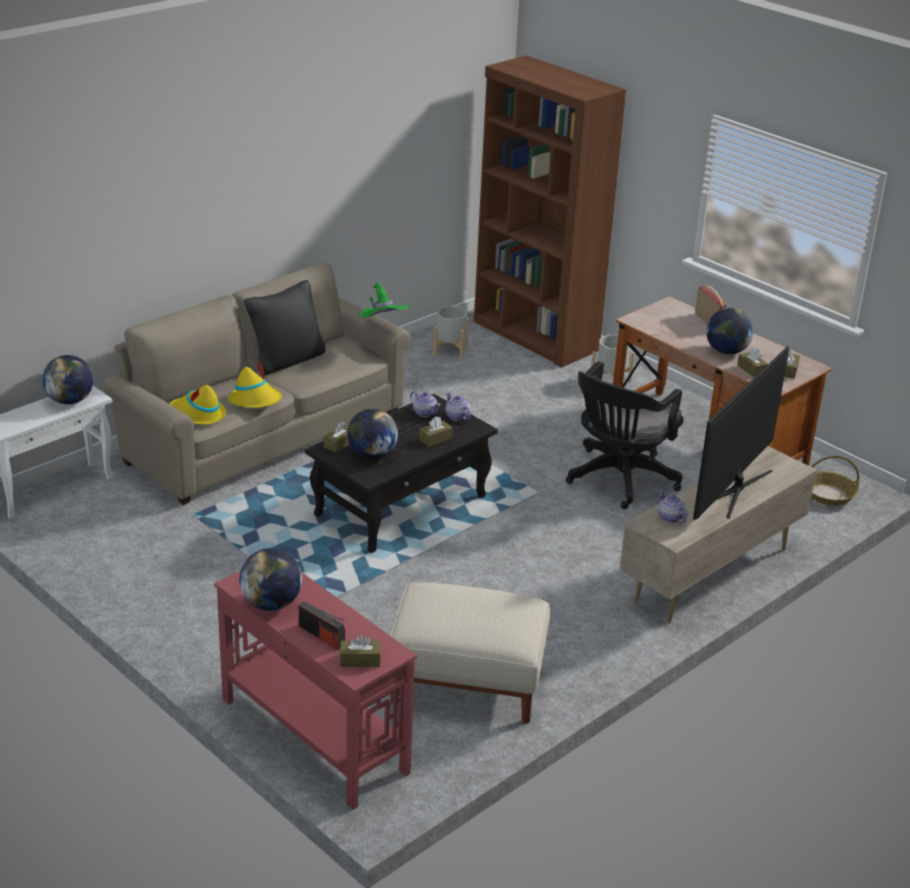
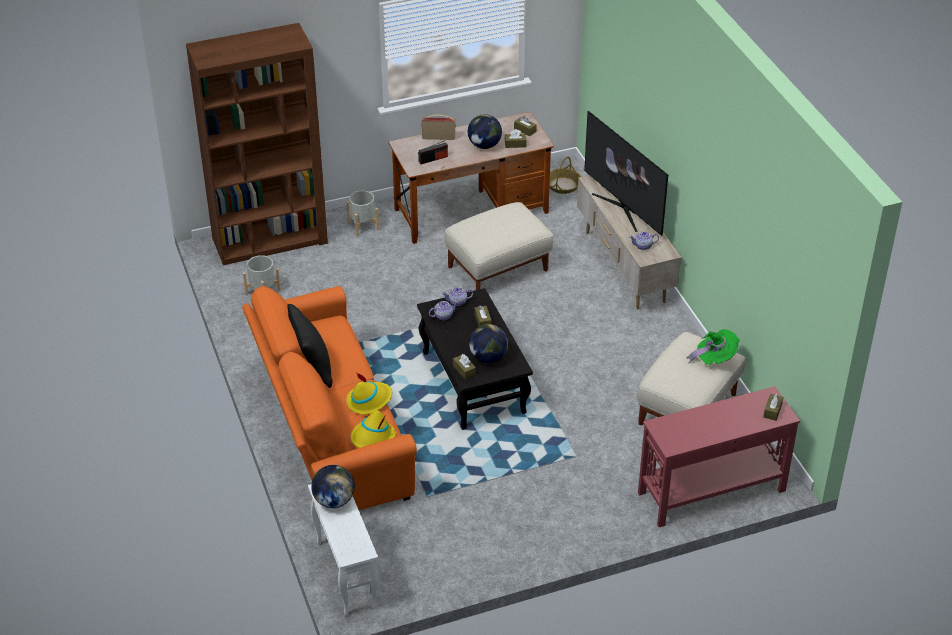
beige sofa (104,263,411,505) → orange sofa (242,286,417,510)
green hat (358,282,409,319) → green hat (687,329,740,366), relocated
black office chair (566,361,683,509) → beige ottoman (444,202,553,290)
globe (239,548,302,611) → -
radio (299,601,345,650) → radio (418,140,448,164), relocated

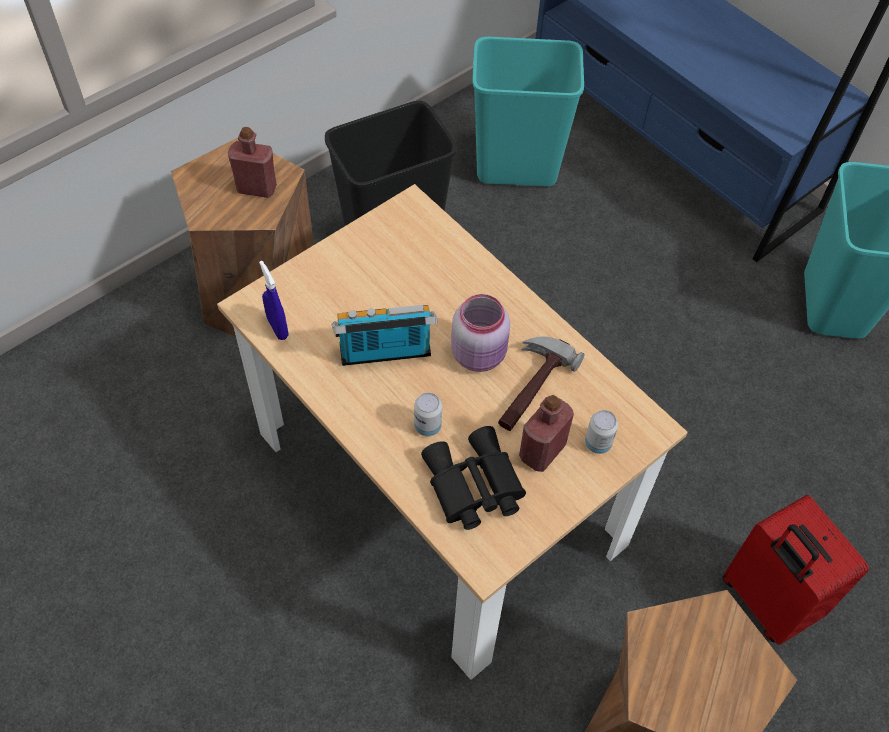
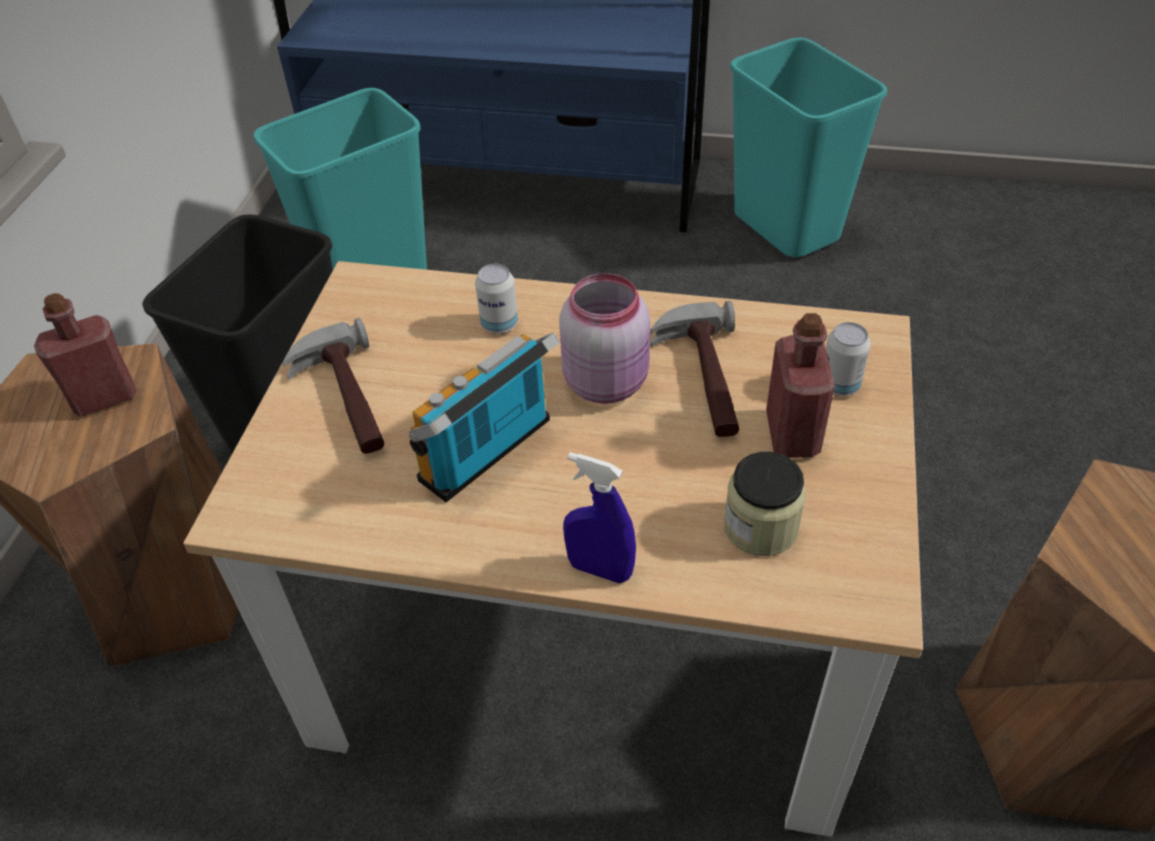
blue spray bottle (259,261,288,340) → blue spray bottle (563,452,636,583), relocated
can (414,393,442,436) → can (475,264,518,334), relocated
black binoculars (421,426,526,530) → jar (724,452,806,556)
red suitcase (723,495,869,645) → -
- → hammer (283,318,384,454)

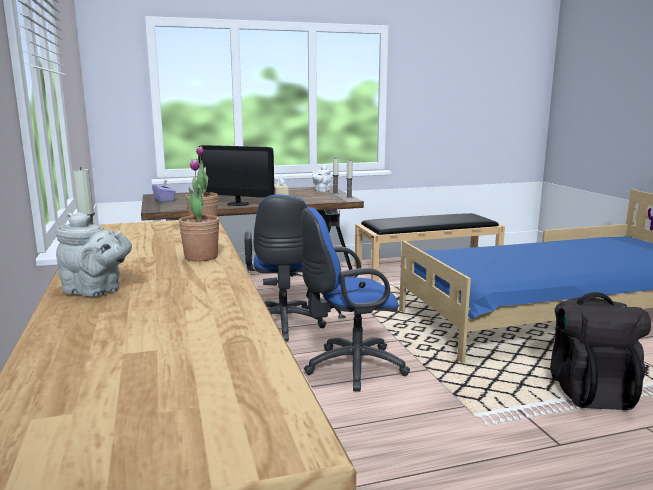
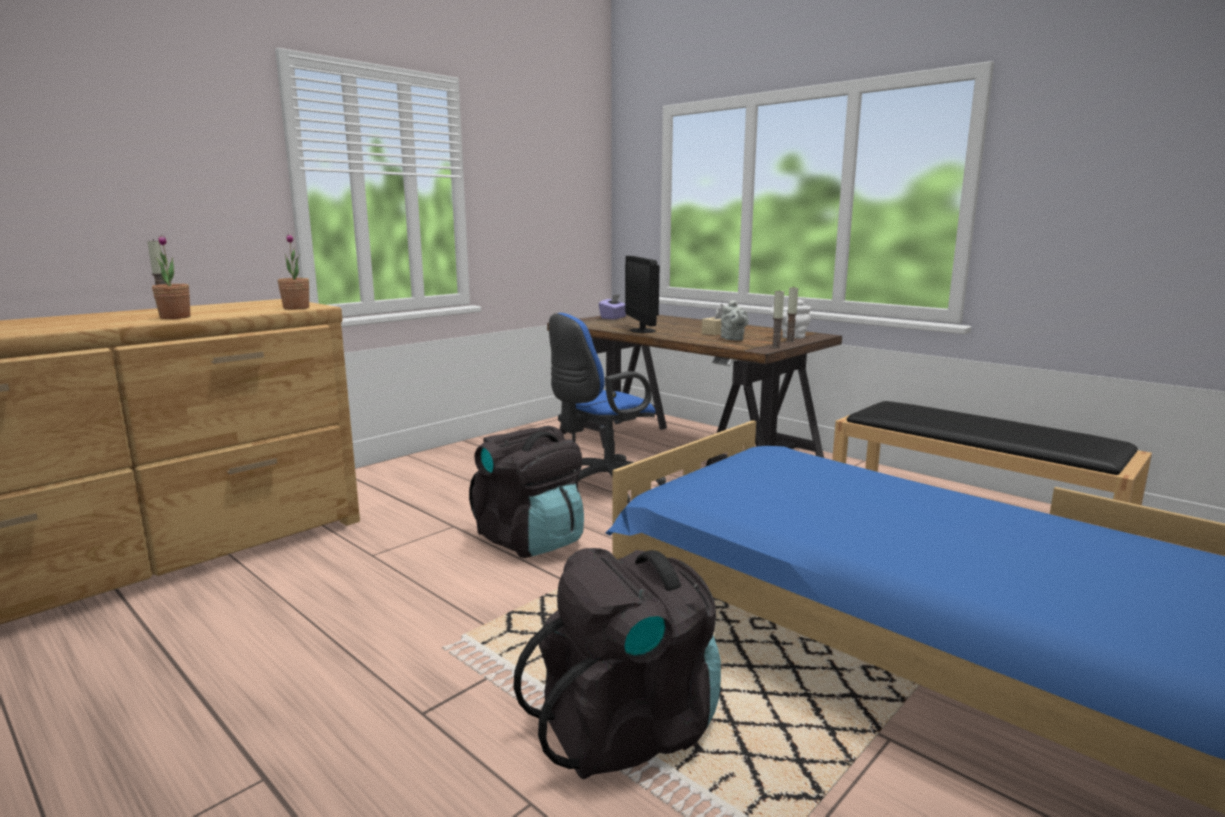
blue office chair (301,207,410,392) → black backpack (469,426,584,558)
grey teapot (55,212,132,297) → grey teapot (721,300,748,341), relocated

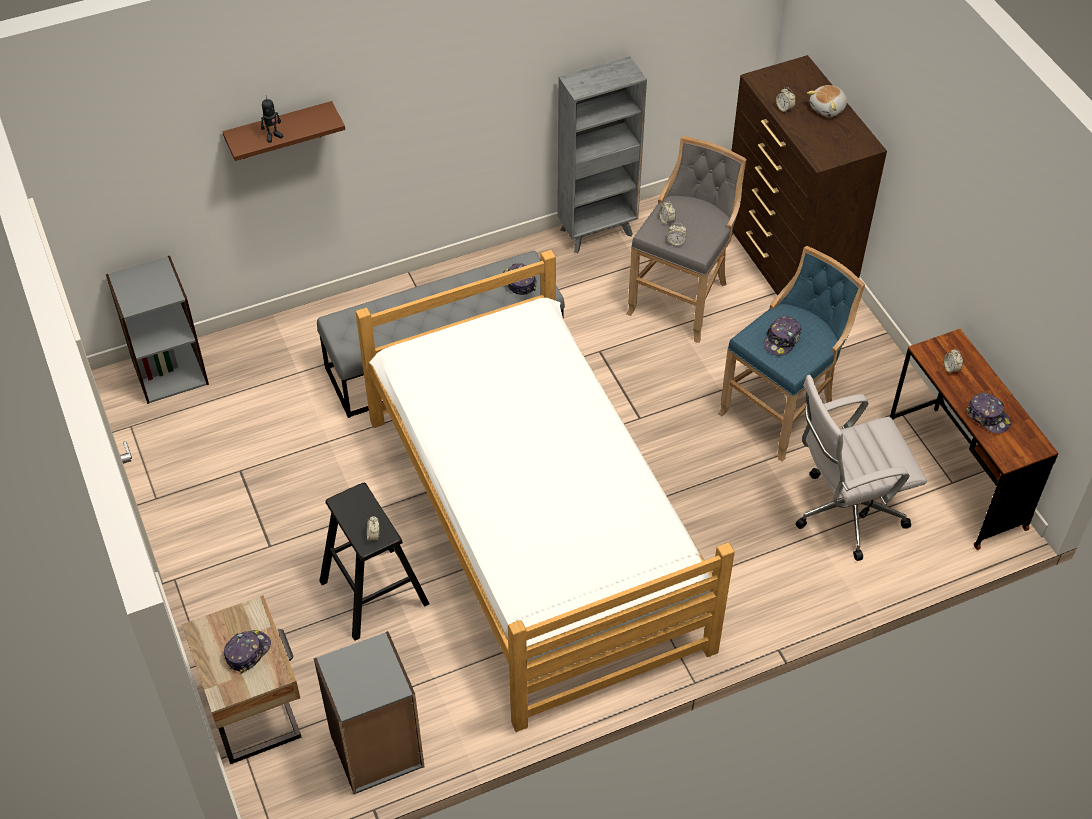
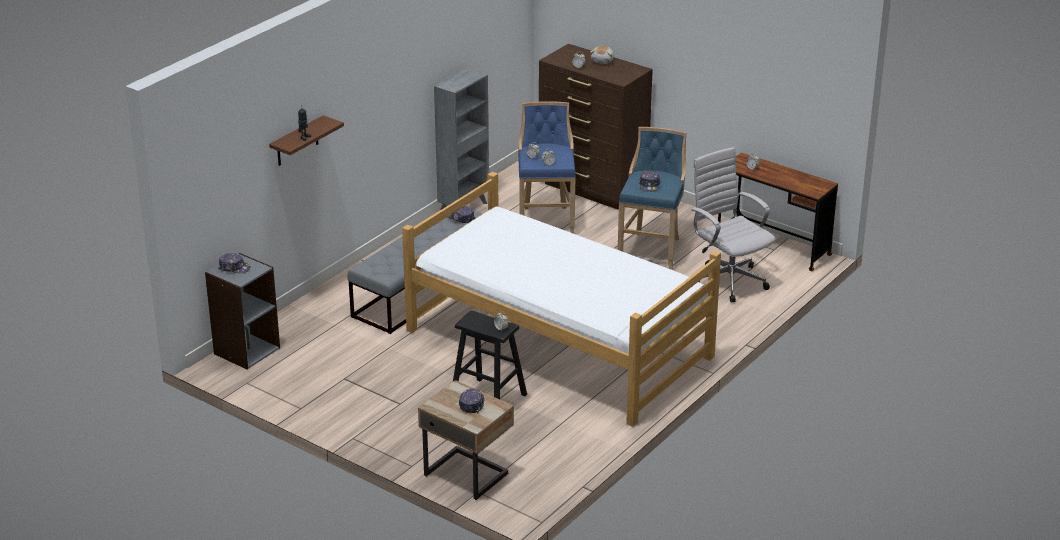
grey stool (627,136,747,343) → blue stool (519,101,576,234)
white office chair (796,375,927,561) → white office chair (691,147,776,302), 105 degrees clockwise
cap (966,393,1011,434) → cap (218,253,250,273), relocated
grey bookcase (314,631,425,794) → -

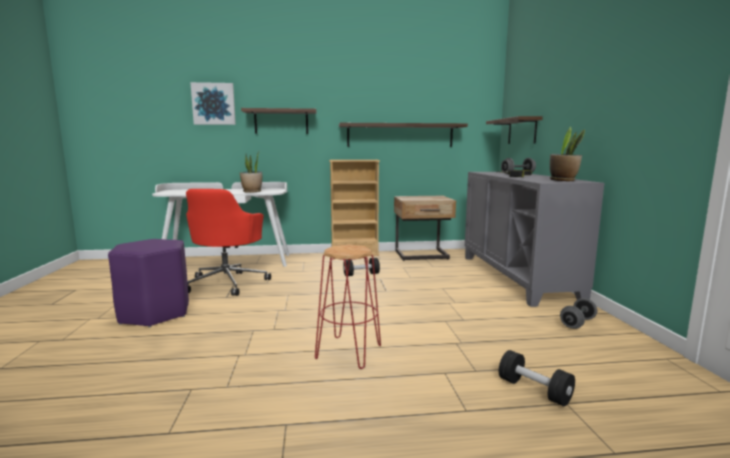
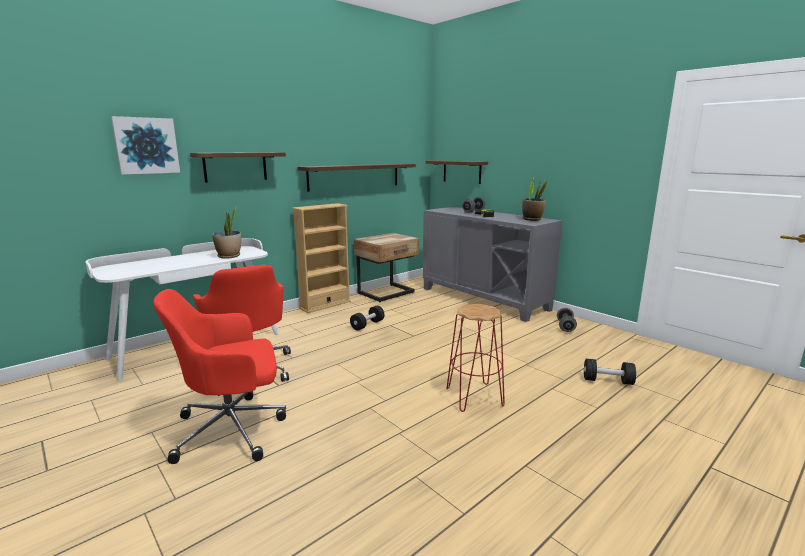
purple stool (108,239,189,327) → red office chair (153,289,286,464)

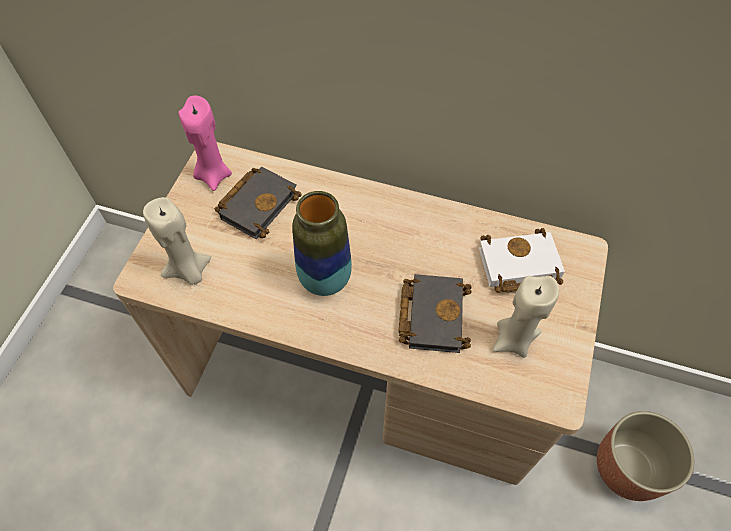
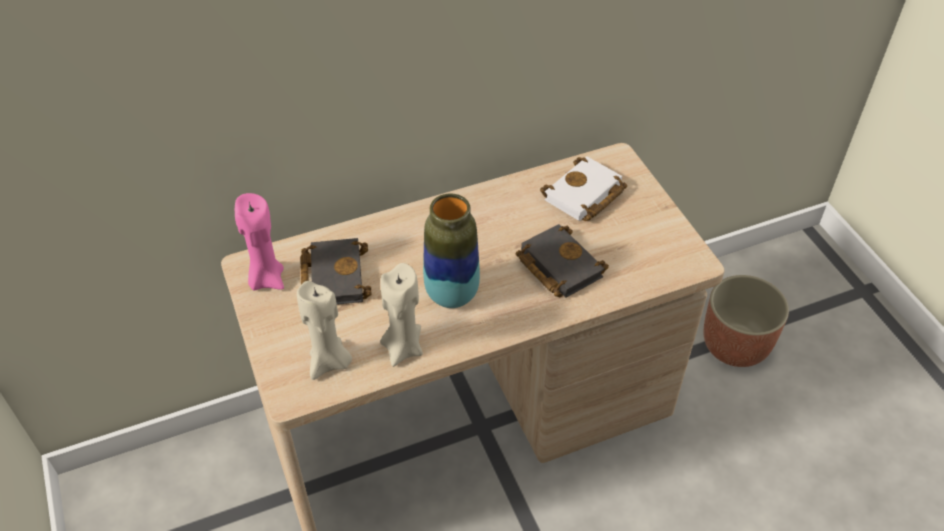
beige candle (493,276,559,358) → beige candle (380,263,423,367), relocated

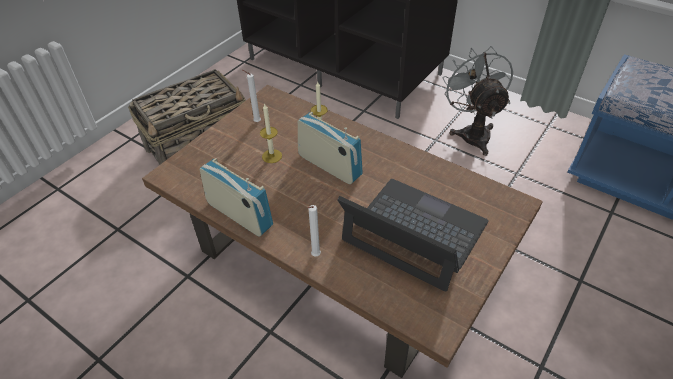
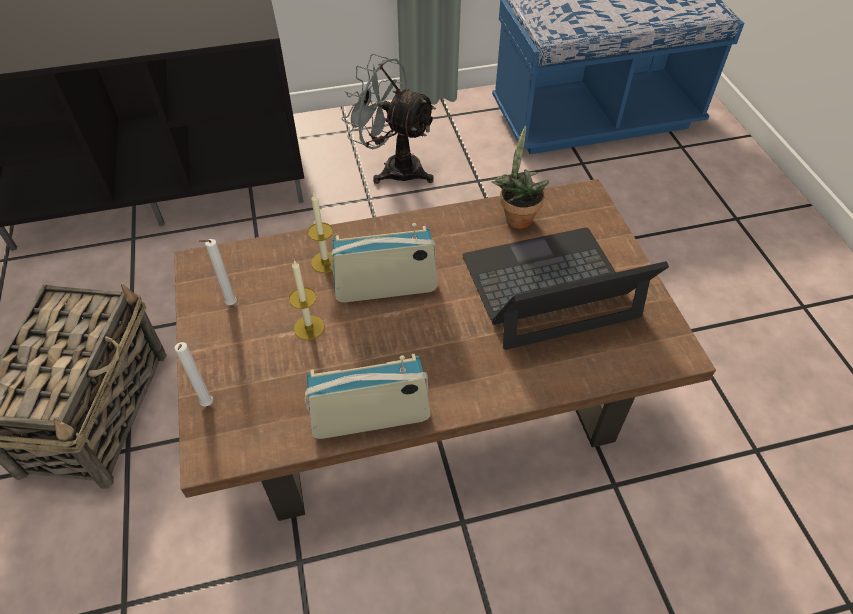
white candle (307,205,321,257) → white candle (175,342,213,406), relocated
- → potted plant (492,126,549,229)

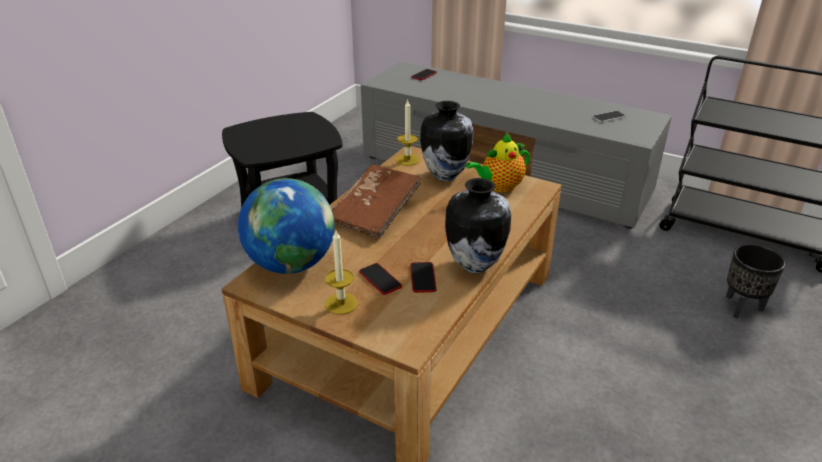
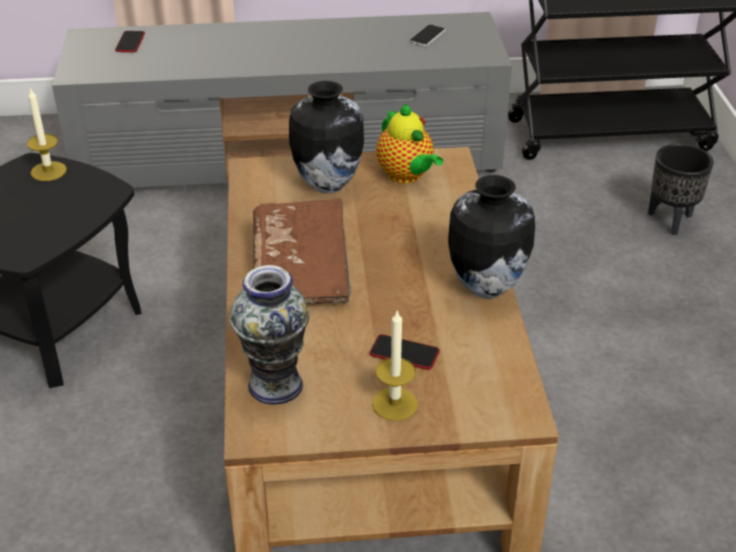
candle (396,99,420,166) → candle (27,88,67,181), relocated
teapot (466,133,530,192) → teapot (376,104,443,183), 60 degrees counterclockwise
globe (238,178,335,274) → vase (230,265,309,404)
phone (410,262,437,293) → -

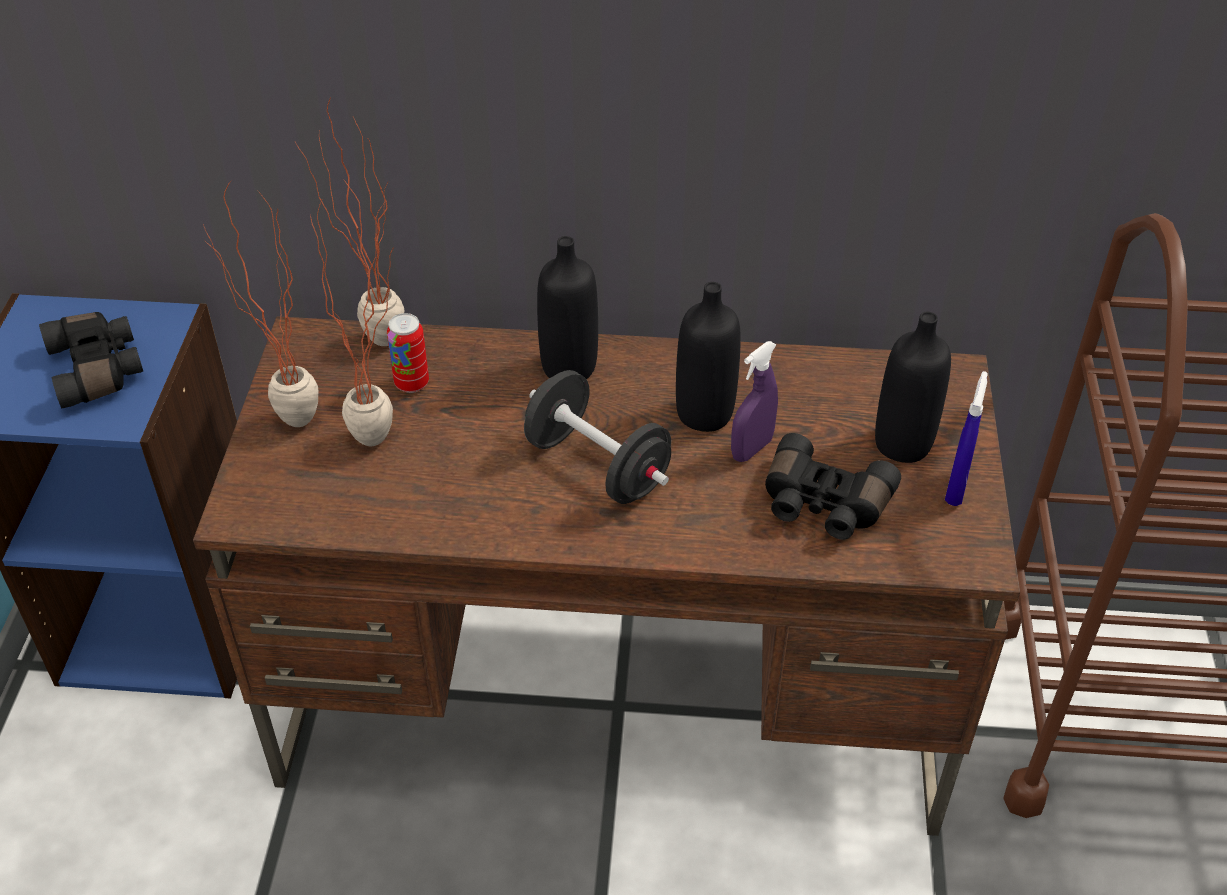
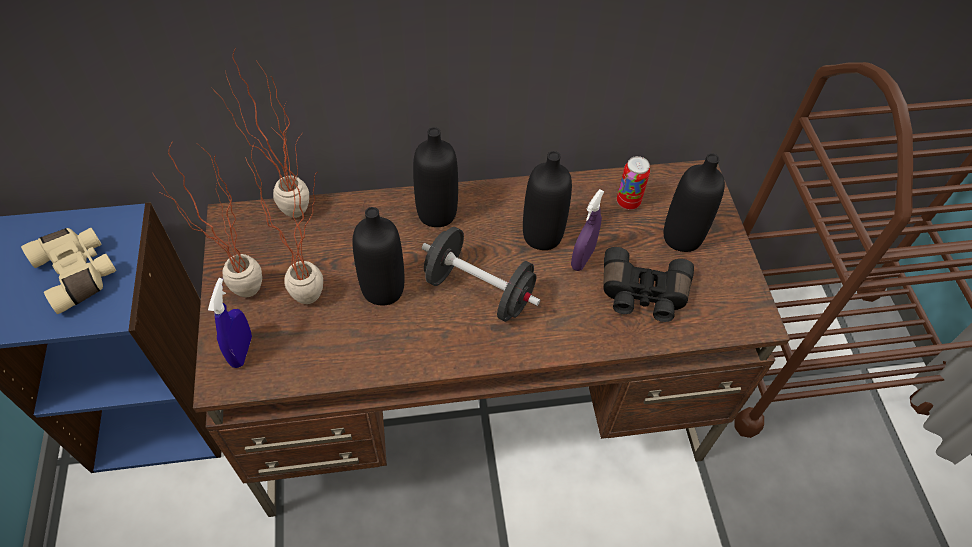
black binoculars (39,312,143,408) → beige binoculars (21,228,116,314)
can (387,313,429,393) → can (617,156,650,210), relocated
blue spray bottle (945,371,988,506) → blue spray bottle (208,278,252,368), relocated
- → black bottle (352,207,404,305)

